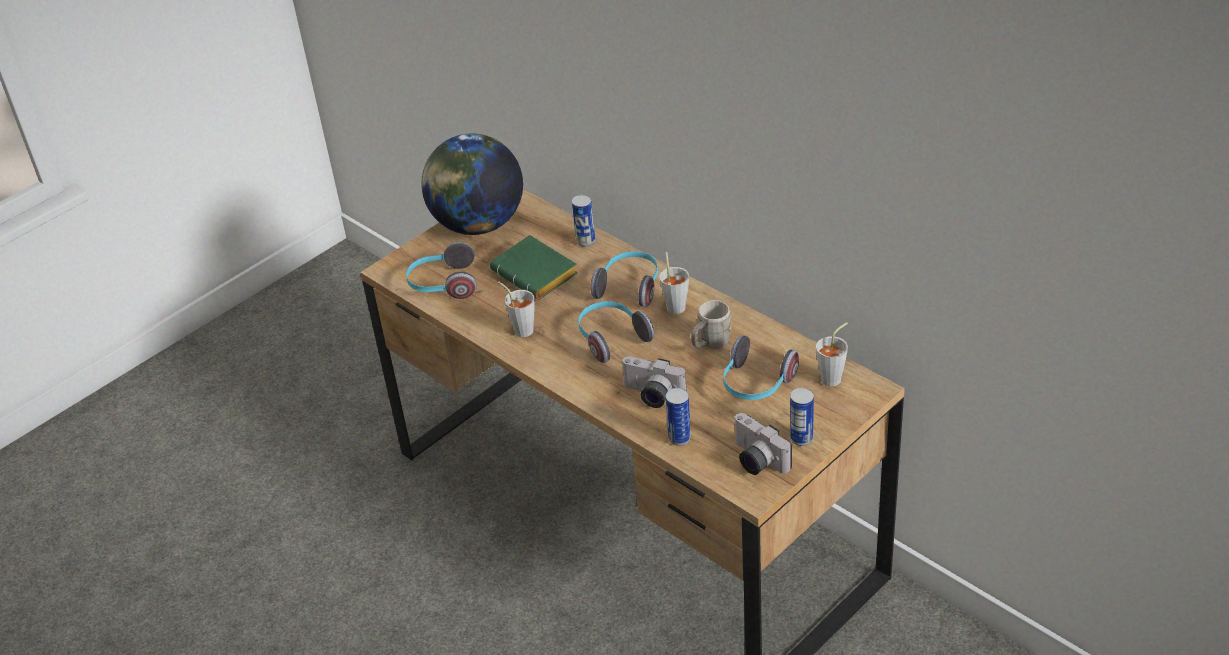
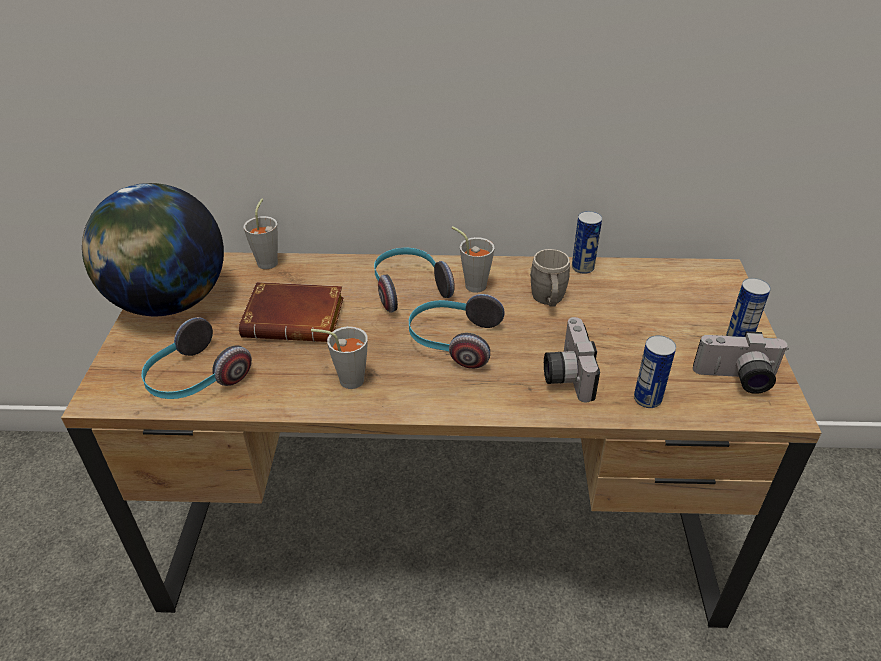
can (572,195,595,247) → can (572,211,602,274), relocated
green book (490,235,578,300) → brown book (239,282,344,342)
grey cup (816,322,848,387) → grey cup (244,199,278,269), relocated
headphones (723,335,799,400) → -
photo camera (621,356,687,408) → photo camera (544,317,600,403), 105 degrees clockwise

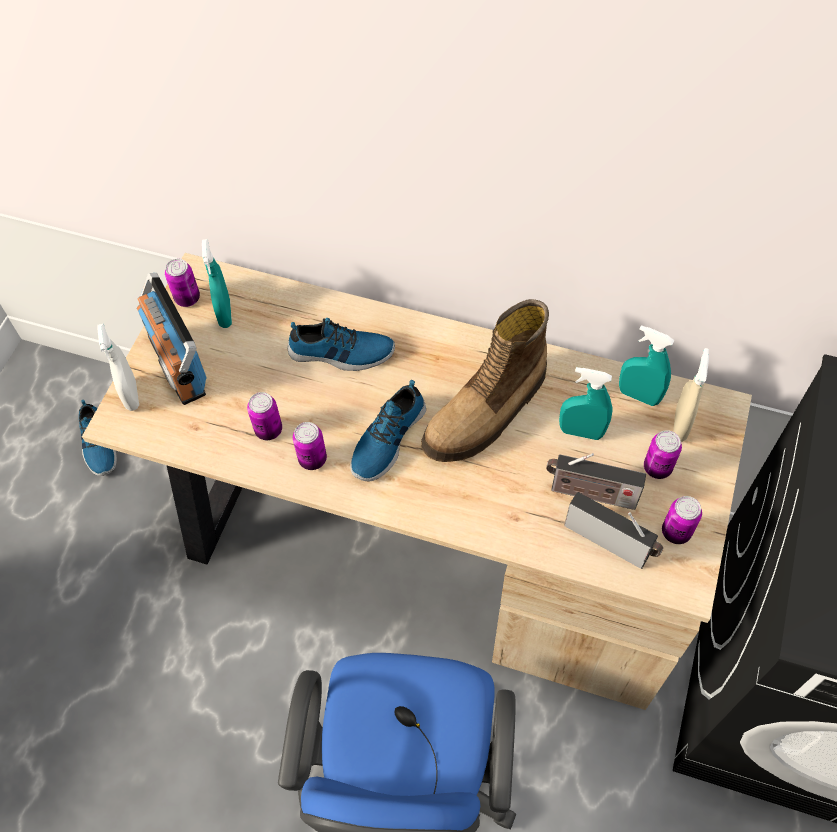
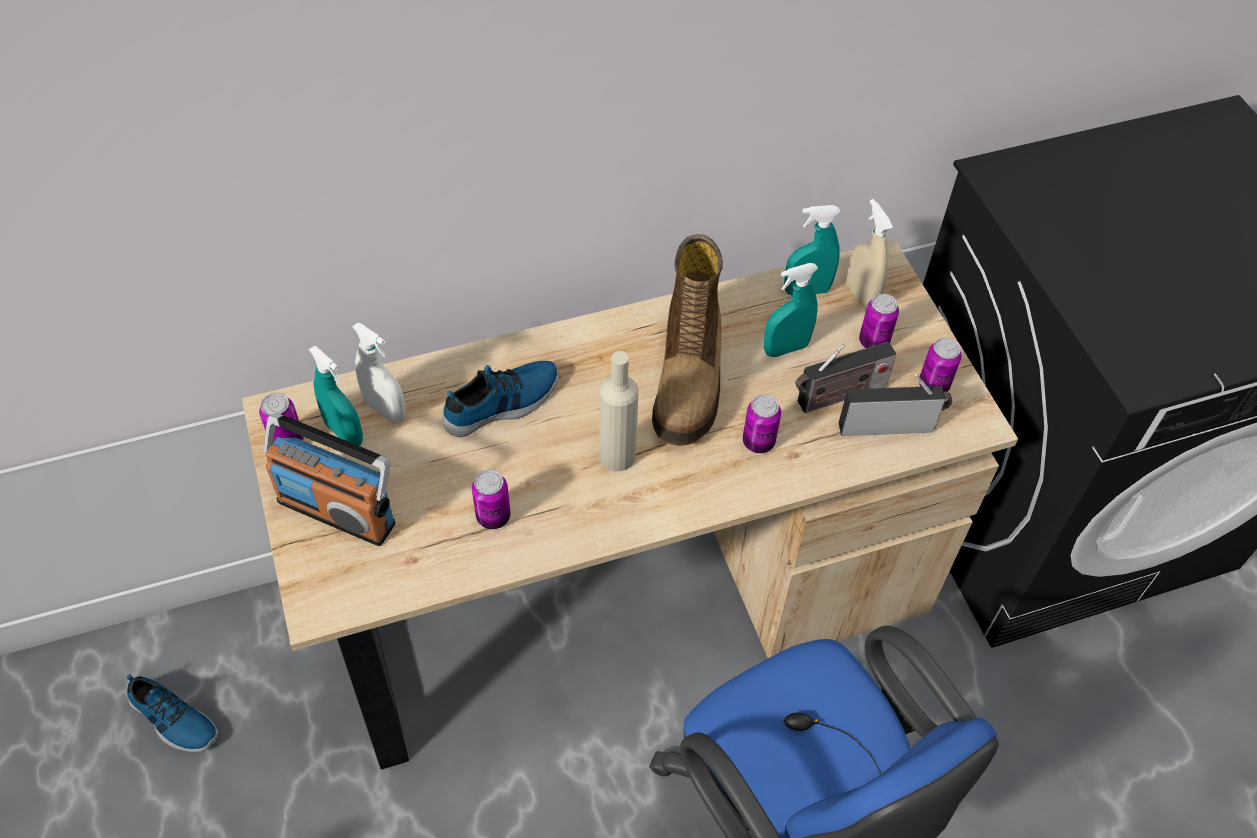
white spray bottle (98,323,139,411) → white spray bottle (352,322,406,423), relocated
shoe (350,380,426,481) → beige bottle (600,351,639,471)
can (293,422,327,470) → can (743,394,781,453), relocated

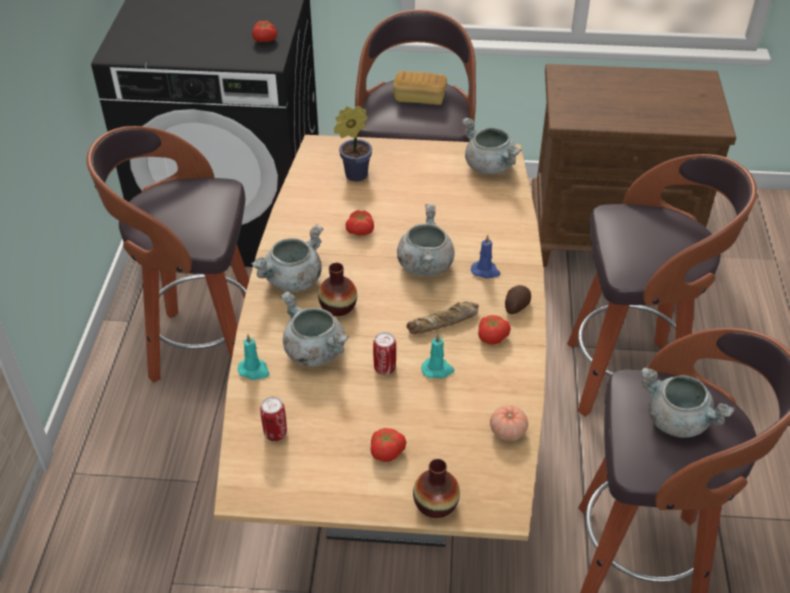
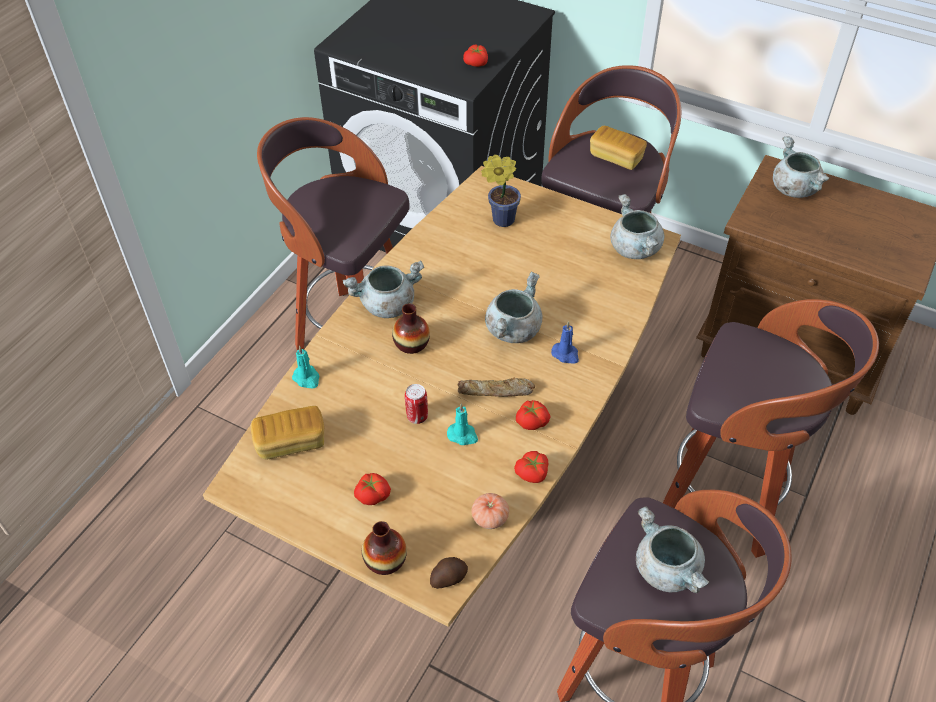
tomato (346,210,374,236) → tomato (514,451,548,483), relocated
potato (505,285,531,314) → potato (430,557,468,589), relocated
grey cooking pot (280,292,349,367) → grey cooking pot (773,136,830,198), relocated
can (260,397,287,441) → bread (251,406,324,460)

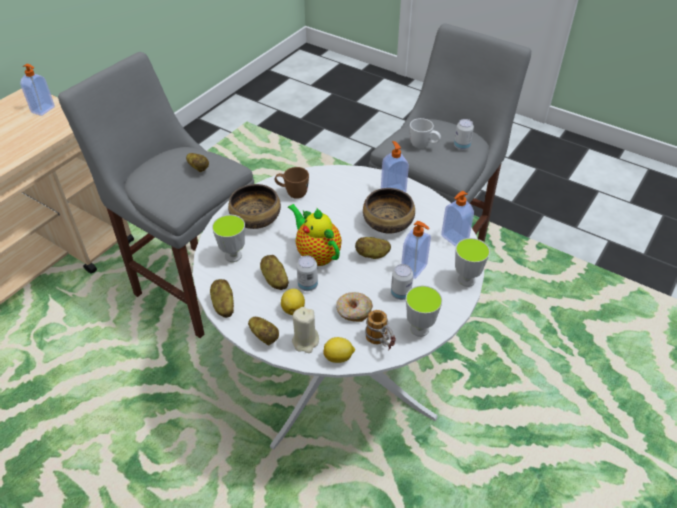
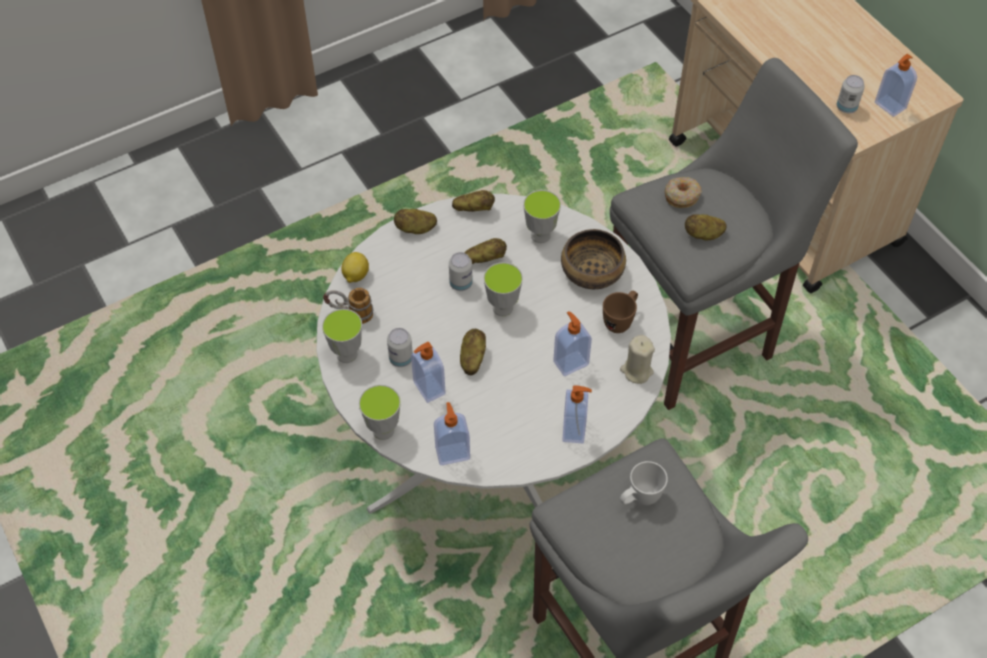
can (454,119,474,150) → can (837,75,865,113), relocated
bowl (363,188,415,233) → -
teapot (288,204,342,266) → cup (484,262,523,316)
lemon (281,289,305,315) → -
donut (336,292,373,322) → donut (665,177,702,208), relocated
beige candle (292,307,319,353) → beige candle (620,335,655,384), relocated
- → soap dispenser (553,311,592,376)

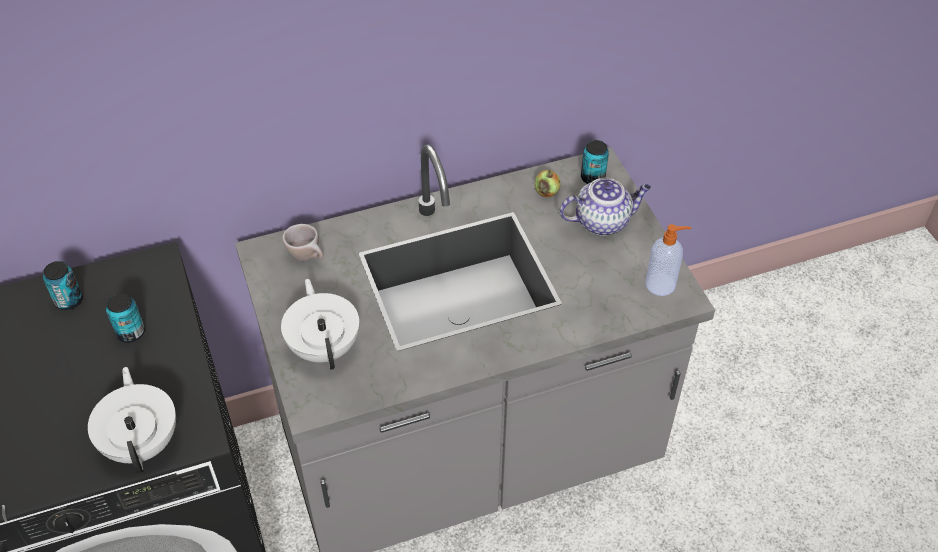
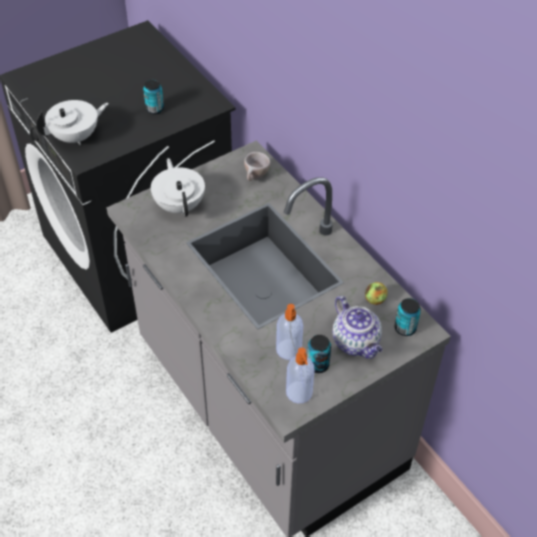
can (43,261,83,310) → can (307,335,331,373), relocated
white teapot (281,279,359,370) → white teapot (151,158,205,217), 75 degrees counterclockwise
- → soap dispenser (276,304,303,360)

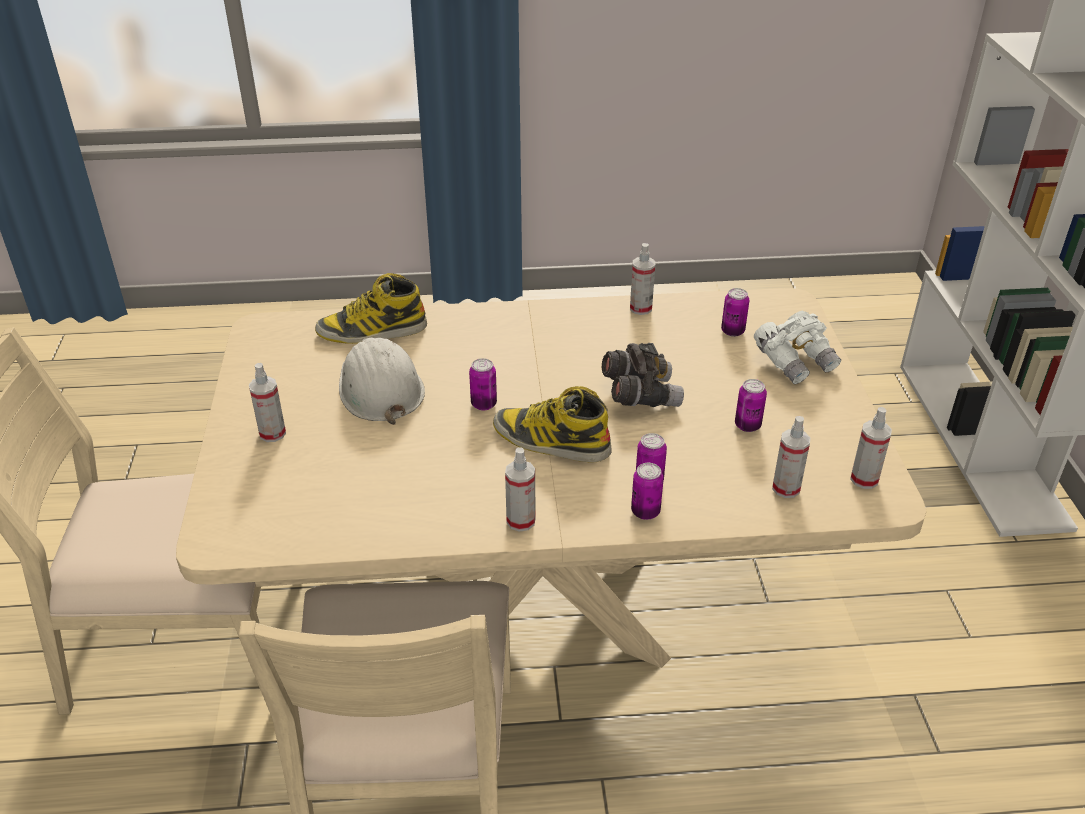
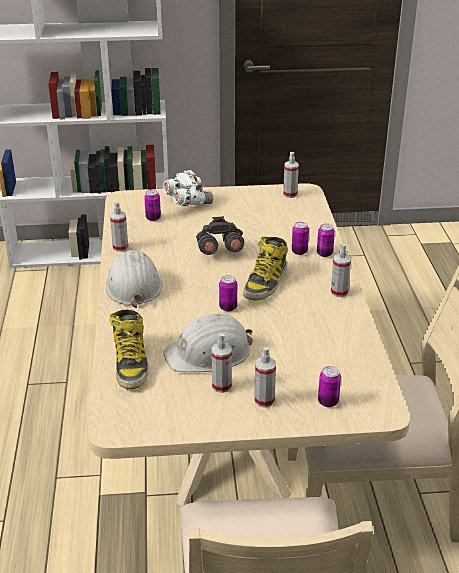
can (735,379,767,432) → can (318,366,341,407), relocated
spray bottle (772,416,810,498) → spray bottle (211,333,232,393), relocated
- → white hard hat (106,250,162,308)

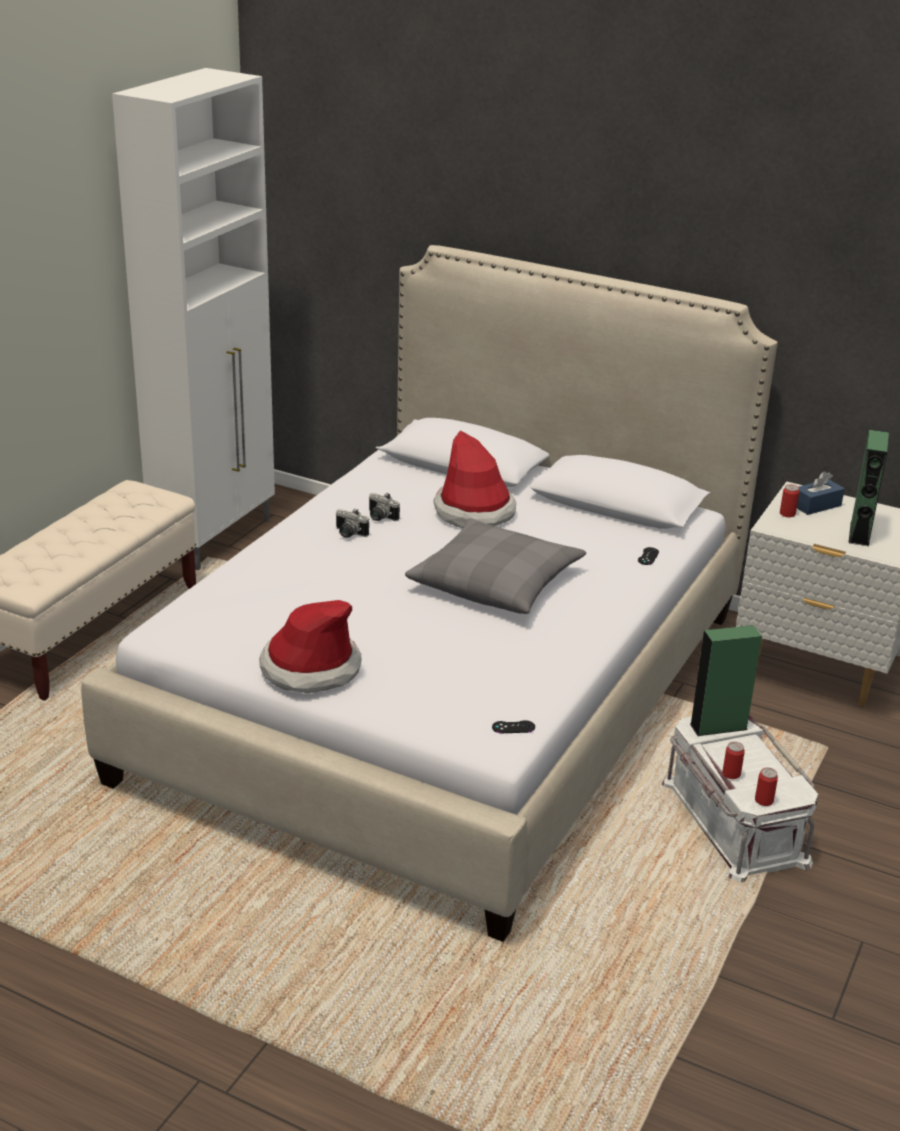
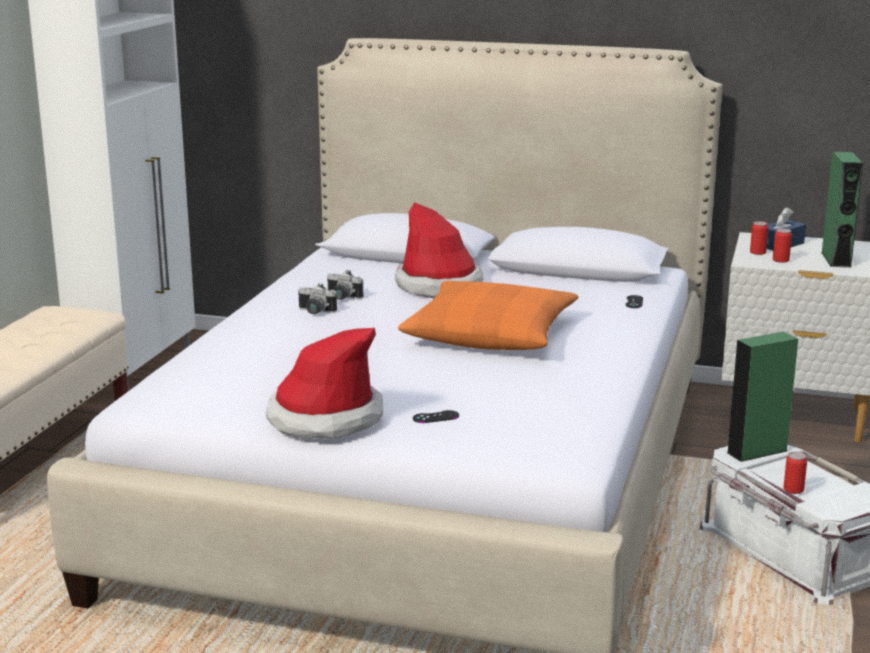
grey pillow (405,518,586,614) → orange pillow (398,281,578,350)
black game controller (492,720,535,733) → black game controller (413,410,459,423), relocated
can (755,767,778,806) → can (773,228,792,263), relocated

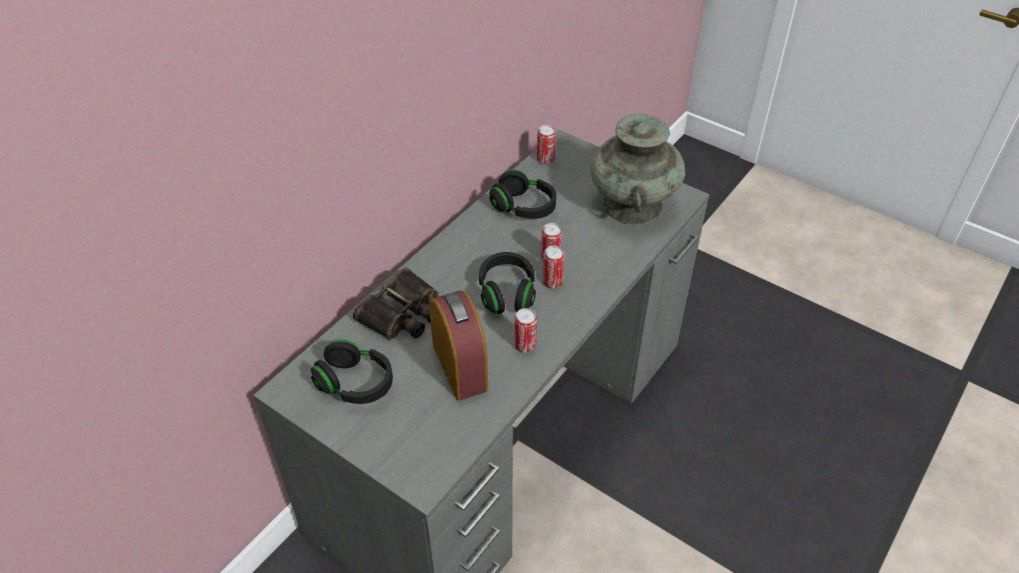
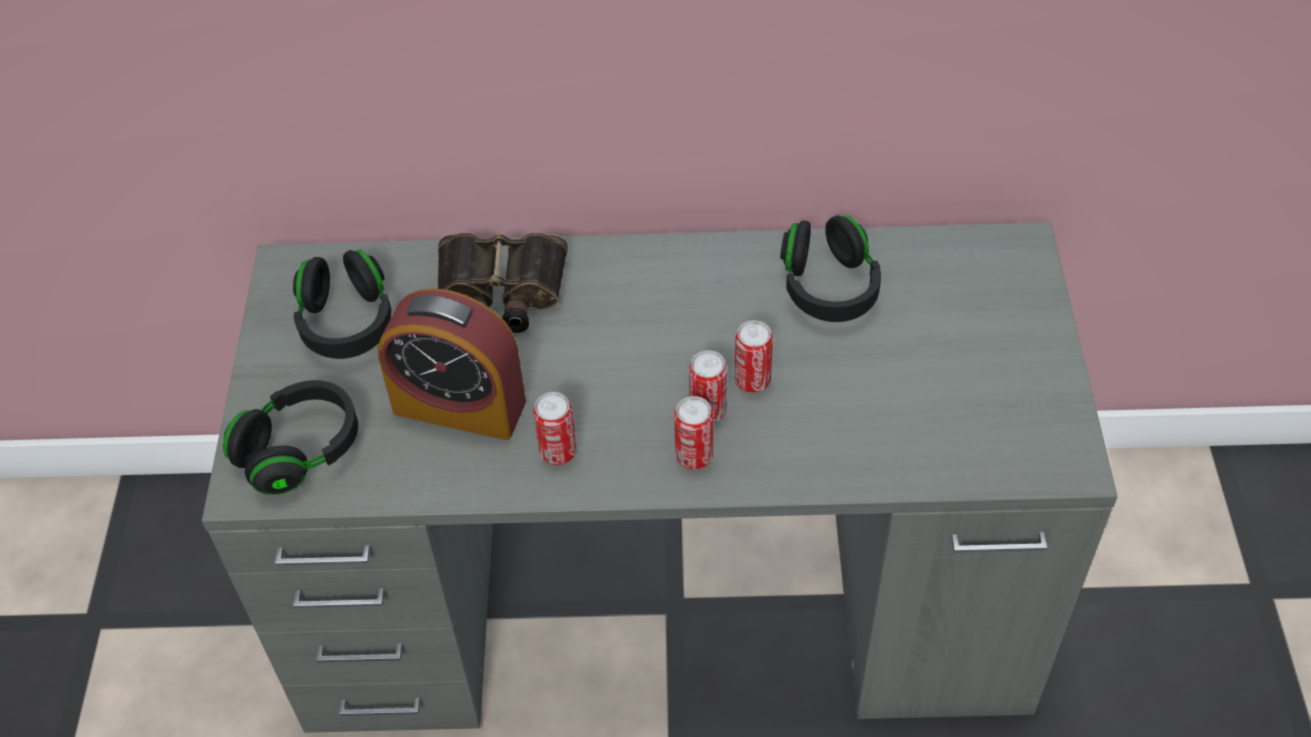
turquoise vase (590,114,685,225) → -
can (537,125,556,164) → can (674,396,713,470), relocated
black headphones (479,252,536,314) → black headphones (223,380,358,495), relocated
alarm clock (429,290,488,400) → alarm clock (378,288,526,440), 75 degrees clockwise

